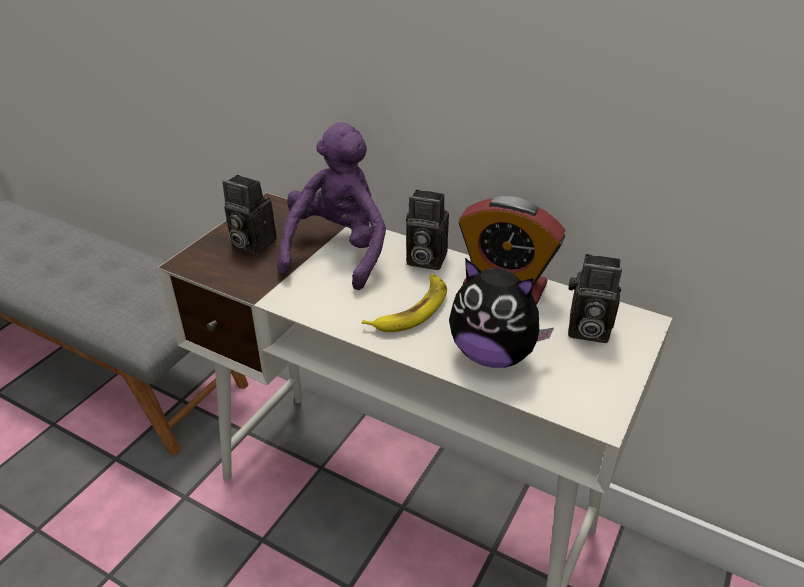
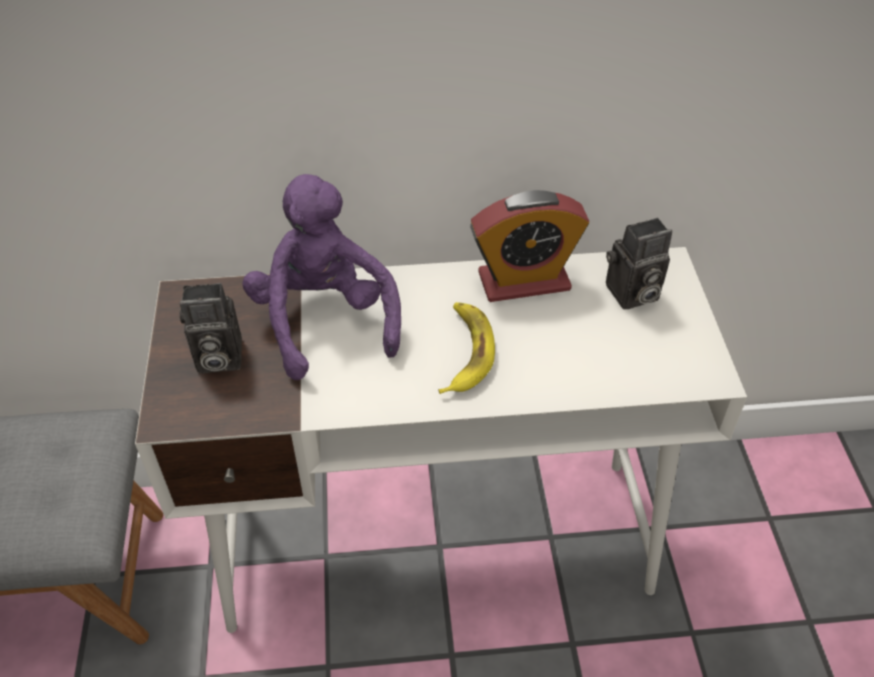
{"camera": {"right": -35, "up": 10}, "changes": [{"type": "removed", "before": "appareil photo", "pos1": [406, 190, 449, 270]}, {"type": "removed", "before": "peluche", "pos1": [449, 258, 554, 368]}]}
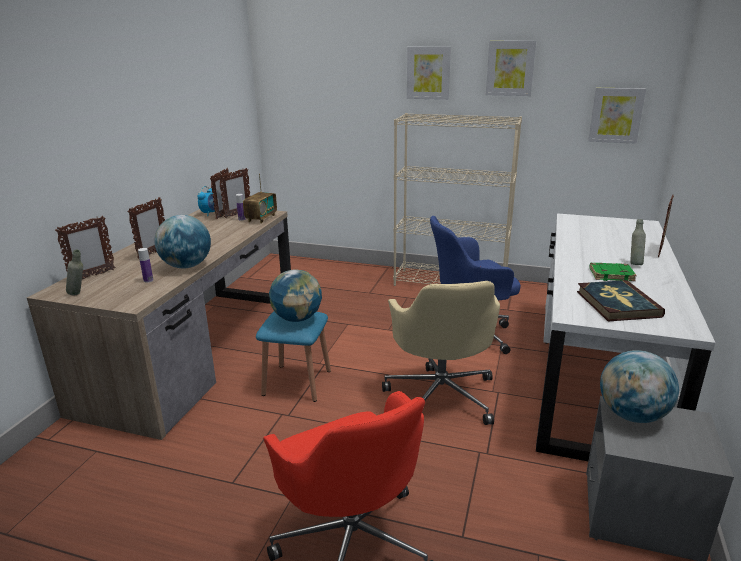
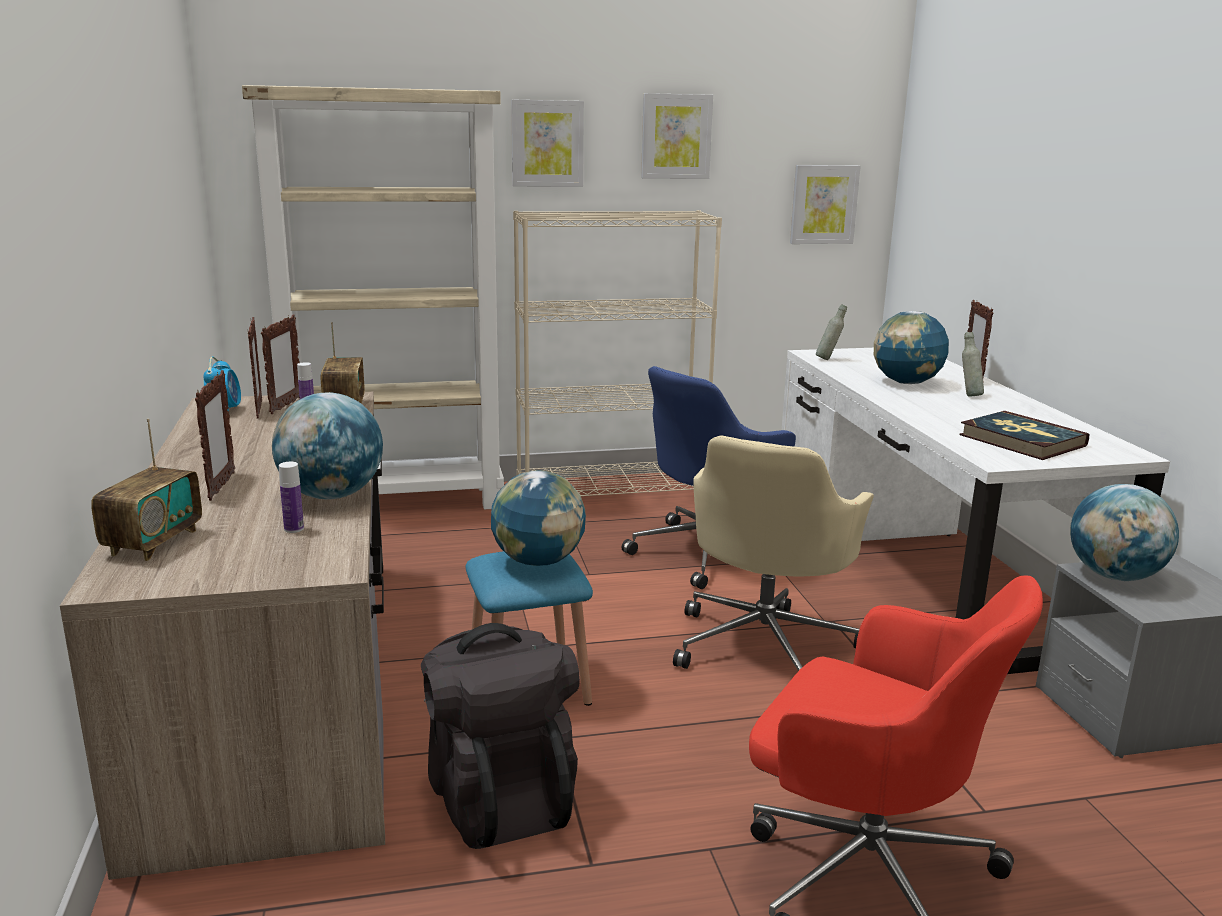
{"camera": {"right": -30, "up": -5}, "changes": [{"type": "replaced", "before": "cadre photo", "after": "radio", "pos1": [55, 216, 116, 279], "pos2": [91, 419, 202, 561]}, {"type": "moved", "before": "bouteille (gris)", "pos1": [66, 250, 83, 296], "pos2": [816, 304, 847, 360]}, {"type": "turned", "before": "chaise de bureau (beige)", "pos1": [382, 281, 500, 425], "pos2": [673, 436, 874, 671], "turn": 60}, {"type": "removed", "before": "livre (vert)", "pos1": [589, 263, 637, 281]}, {"type": "added", "after": "bibliothèque (beige)", "pos2": [242, 85, 504, 509]}, {"type": "added", "after": "sac à dos (noir)", "pos2": [421, 623, 580, 849]}, {"type": "added", "after": "globe", "pos2": [874, 311, 949, 384]}]}
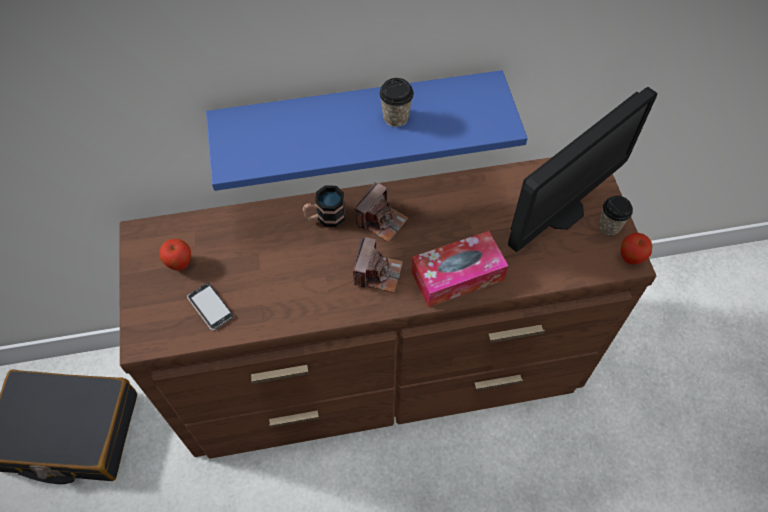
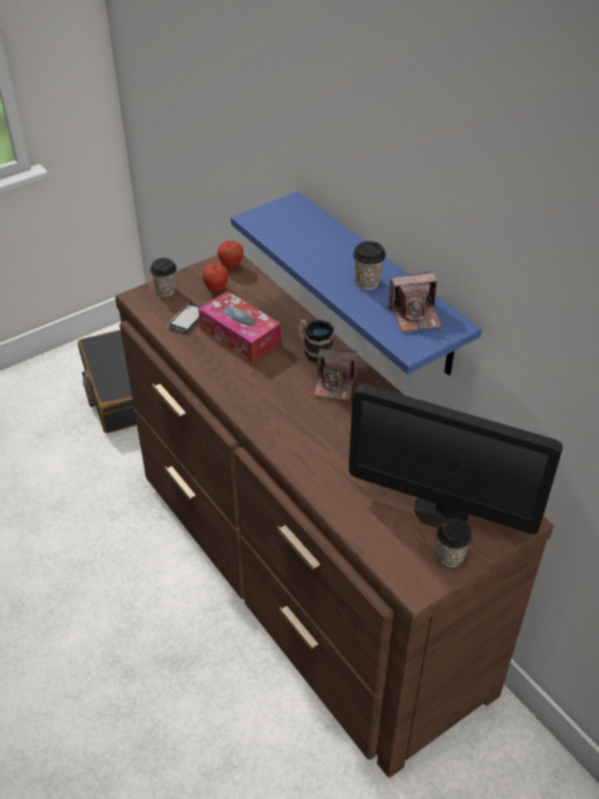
{"camera": {"right": 65, "up": -15}, "changes": [{"type": "moved", "before": "appareil photo", "pos1": [353, 237, 403, 293], "pos2": [388, 271, 442, 332]}, {"type": "moved", "before": "boîte à mouchoirs", "pos1": [411, 231, 508, 307], "pos2": [198, 291, 281, 363]}, {"type": "moved", "before": "pomme", "pos1": [620, 233, 652, 265], "pos2": [217, 241, 244, 269]}, {"type": "added", "after": "tasse", "pos2": [150, 258, 176, 297]}]}
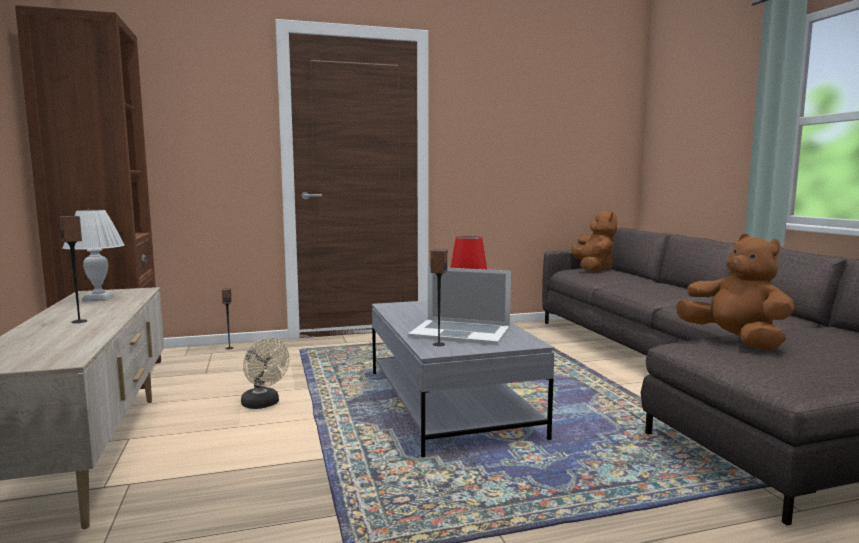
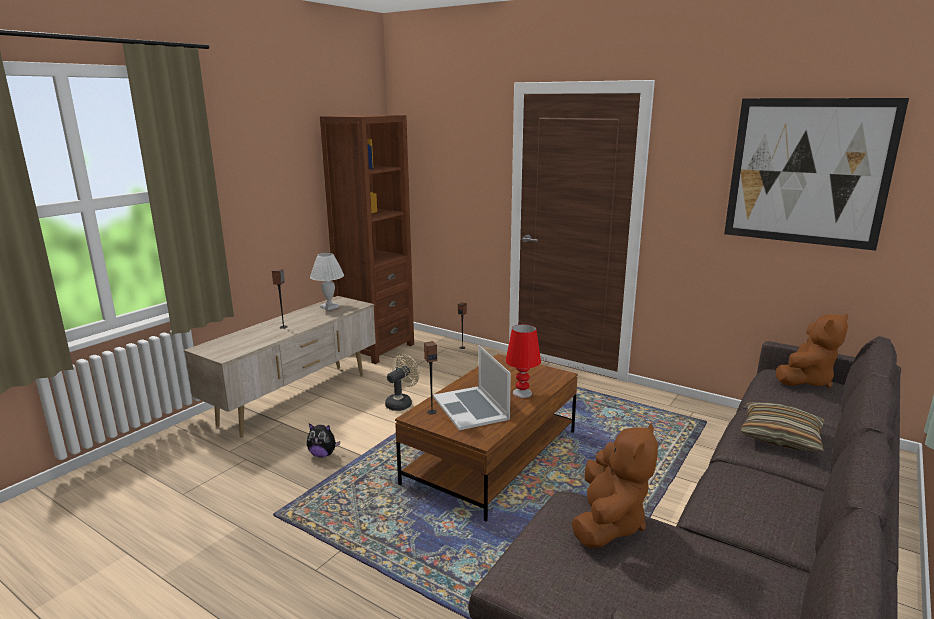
{"camera": {"right": 50, "up": 10}, "changes": [{"type": "turned", "before": "ventilateur (beige)", "pos1": [241, 338, 289, 409], "pos2": [385, 354, 420, 411], "turn": -150}, {"type": "recoloured", "before": "table basse (gris)", "after": "table basse (marron)", "pos1": [372, 300, 554, 457], "pos2": [395, 354, 578, 522]}, {"type": "added", "after": "peluche", "pos2": [307, 424, 340, 458]}, {"type": "added", "after": "tableau", "pos2": [724, 98, 909, 251]}, {"type": "added", "after": "coussin", "pos2": [741, 402, 825, 452]}]}
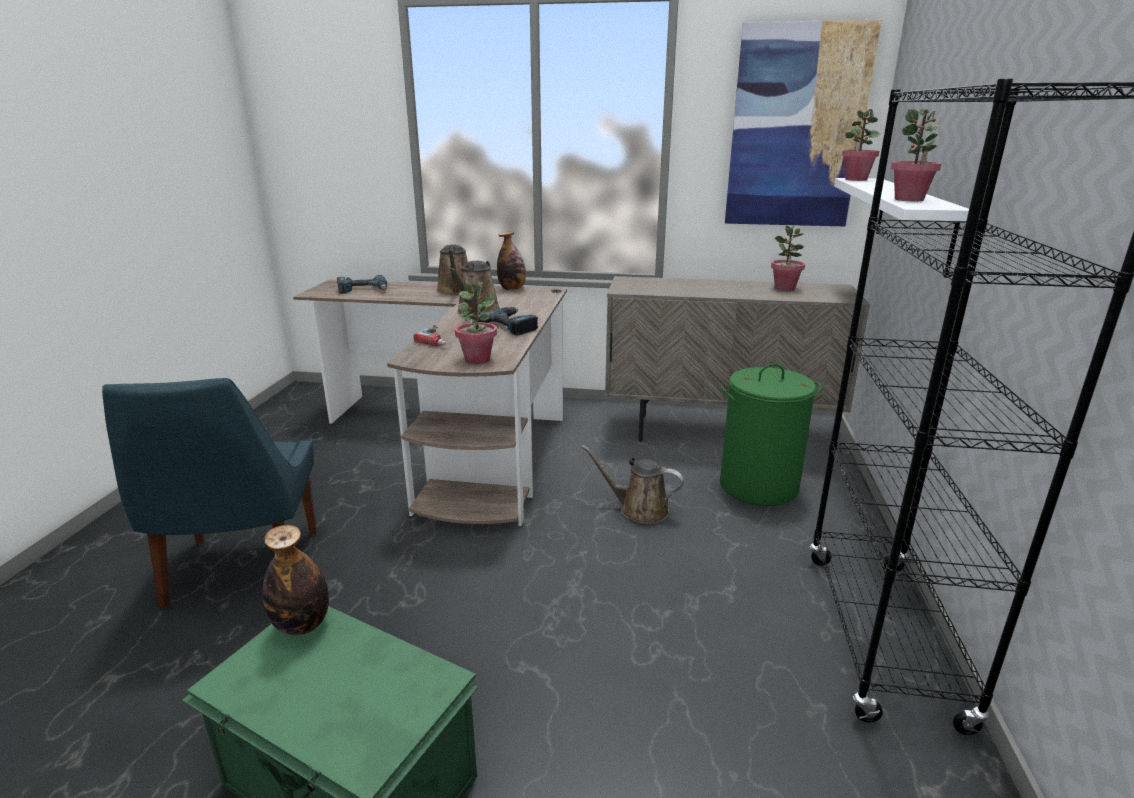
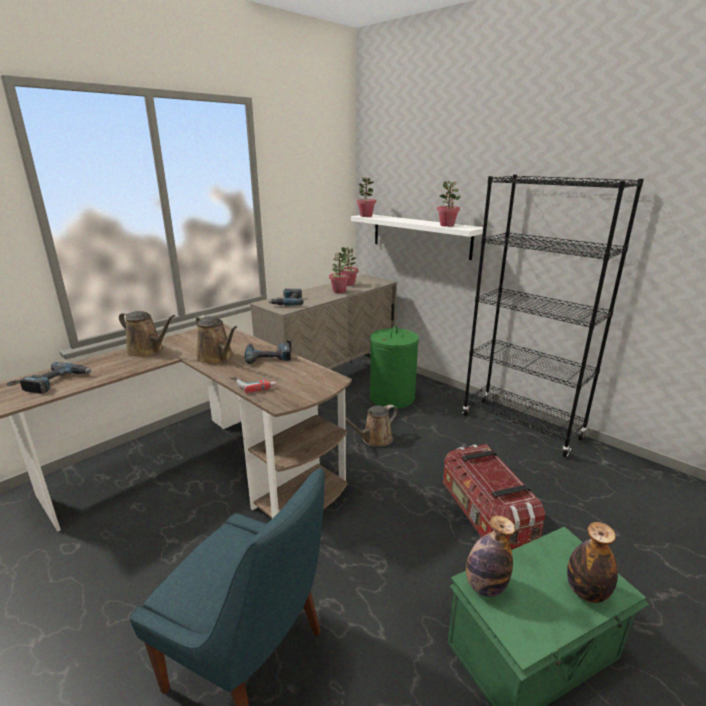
{"camera": {"right": -55, "up": 0}, "changes": [{"type": "moved", "before": "plante en pot", "pos1": [455, 282, 497, 364], "pos2": [329, 252, 350, 293]}, {"type": "moved", "before": "bouteille", "pos1": [497, 231, 526, 290], "pos2": [567, 522, 618, 603]}, {"type": "removed", "before": "tableau", "pos1": [725, 20, 882, 227]}, {"type": "added", "after": "perceuse", "pos2": [268, 289, 304, 305]}, {"type": "added", "after": "boîte de rangement", "pos2": [443, 444, 545, 550]}]}
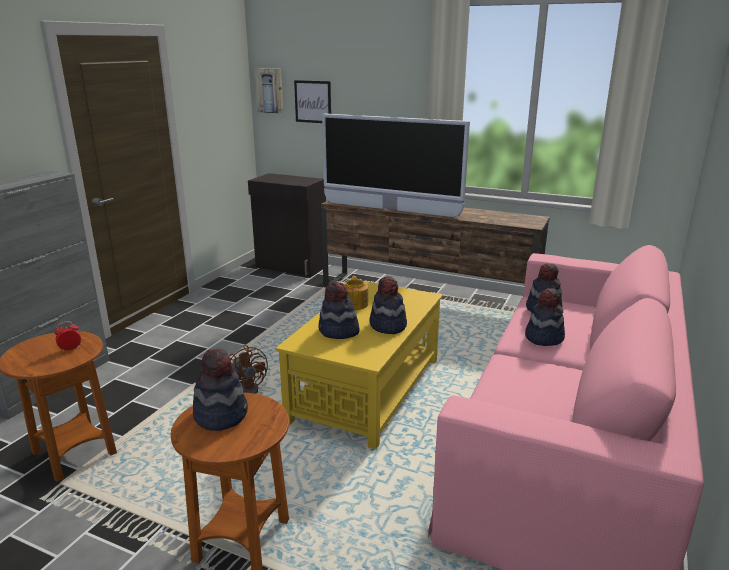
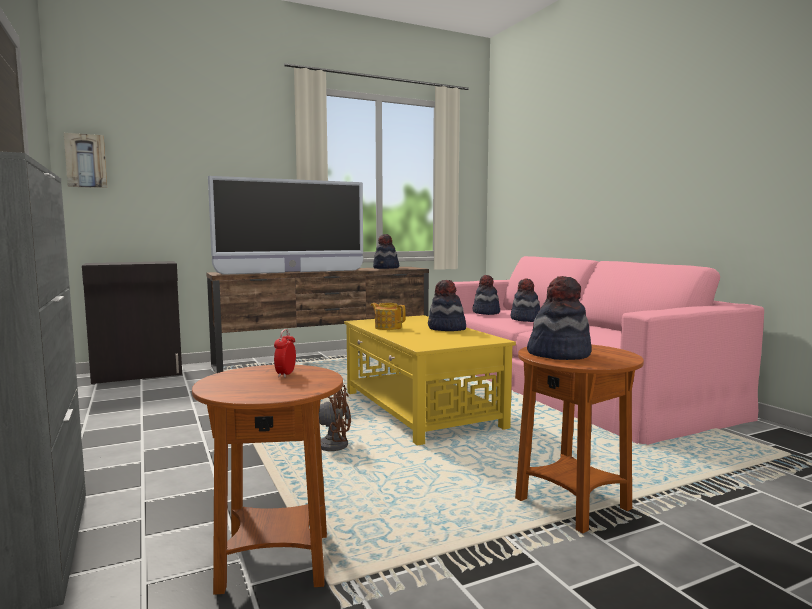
{"camera": {"right": -50, "up": -15}, "changes": [{"type": "removed", "before": "tableau", "pos1": [294, 80, 331, 123]}, {"type": "moved", "before": "chapeau", "pos1": [318, 282, 360, 339], "pos2": [373, 234, 399, 269]}]}
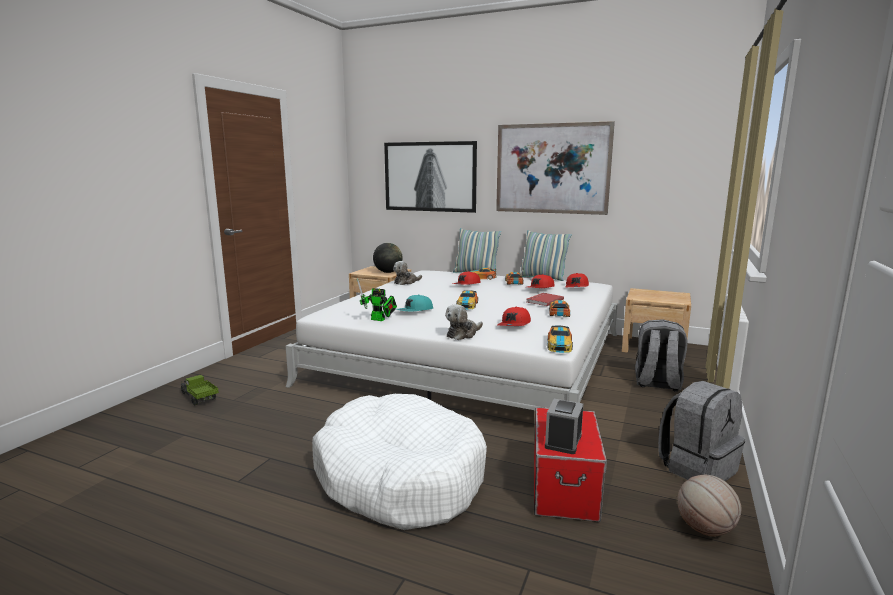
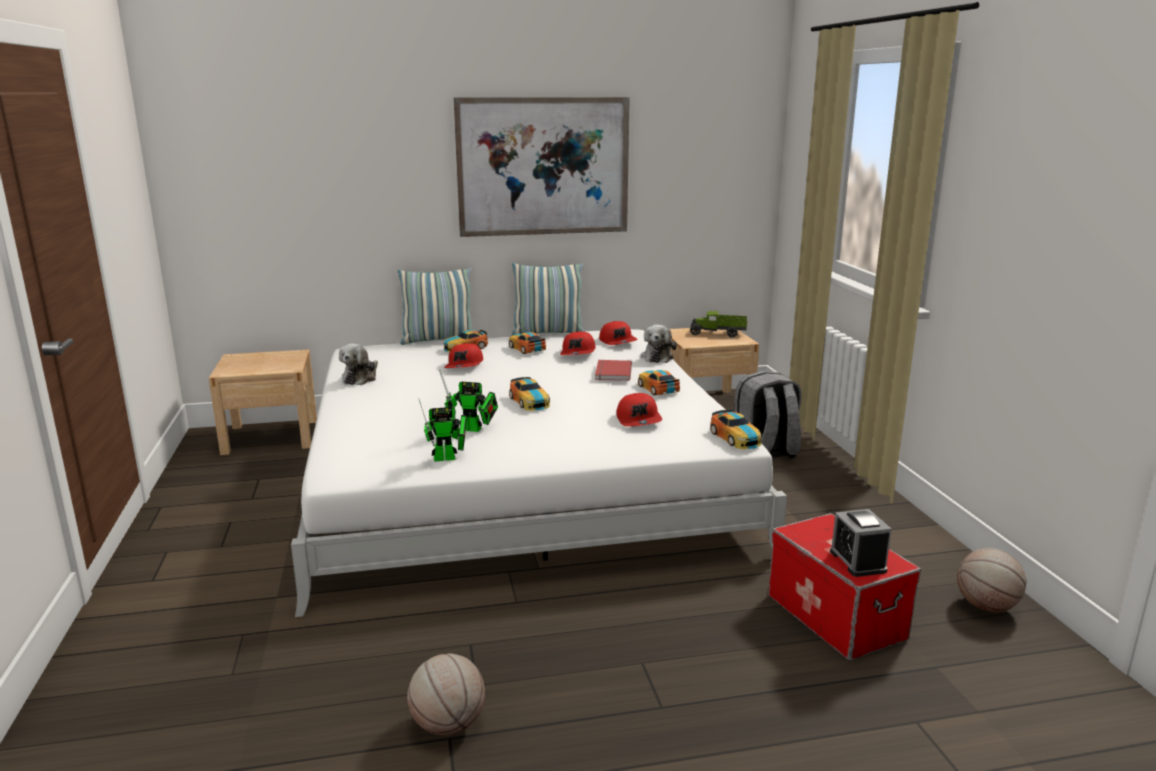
{"camera": {"right": -35, "up": 5}, "changes": [{"type": "moved", "before": "camion jouet", "pos1": [180, 375, 219, 406], "pos2": [689, 311, 747, 338]}, {"type": "removed", "before": "panier pour chien (blanc)", "pos1": [312, 394, 487, 530]}, {"type": "removed", "before": "globe", "pos1": [373, 243, 403, 273]}, {"type": "removed", "before": "tableau", "pos1": [384, 141, 477, 213]}, {"type": "replaced", "before": "casquette (turquoise)", "after": "robot jouet", "pos1": [396, 295, 433, 311], "pos2": [440, 370, 498, 432]}, {"type": "moved", "before": "peluche", "pos1": [445, 304, 483, 340], "pos2": [640, 325, 677, 363]}, {"type": "removed", "before": "sac à dos (gris)", "pos1": [658, 381, 745, 481]}, {"type": "added", "after": "ballon de basket", "pos2": [407, 654, 485, 736]}]}
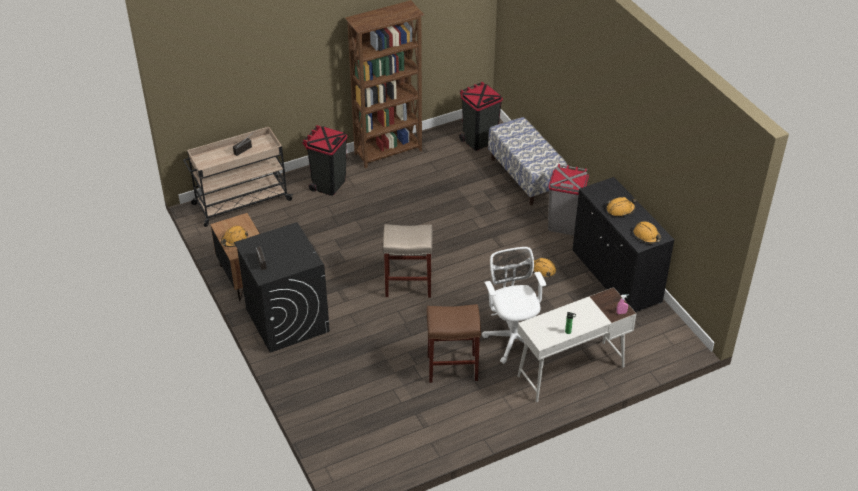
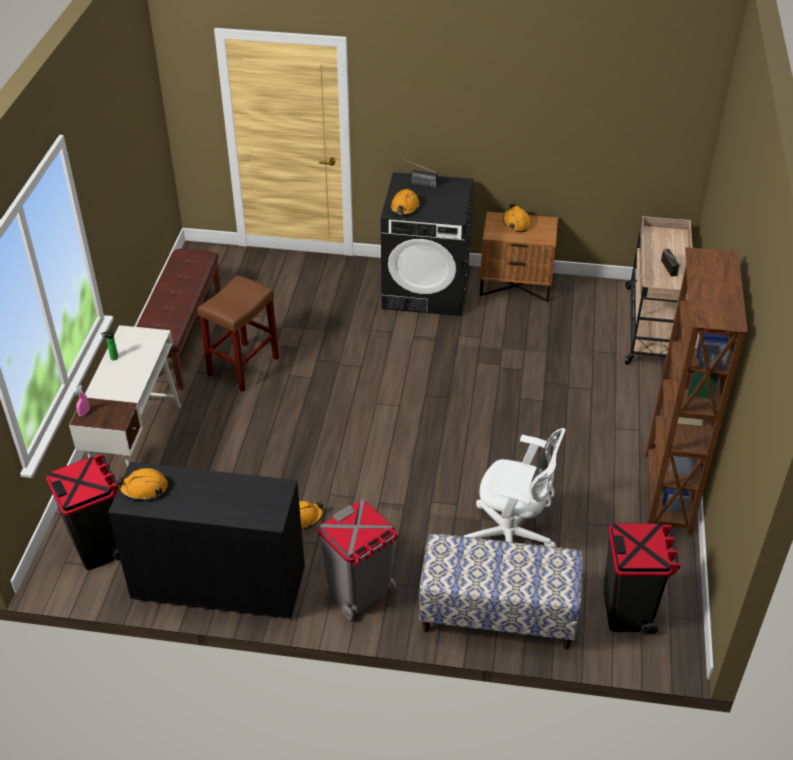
{"camera": {"right": 125, "up": 0}, "changes": [{"type": "moved", "before": "poubelle (noir)", "pos1": [302, 125, 347, 196], "pos2": [46, 454, 120, 570]}, {"type": "removed", "before": "tabouret (beige)", "pos1": [383, 224, 432, 297]}, {"type": "moved", "before": "chaise de bureau (blanc)", "pos1": [482, 247, 546, 364], "pos2": [463, 428, 566, 547]}, {"type": "moved", "before": "casque de chantier (orange)", "pos1": [607, 197, 636, 216], "pos2": [390, 189, 420, 215]}, {"type": "added", "after": "banc (marron)", "pos2": [136, 249, 222, 390]}]}
